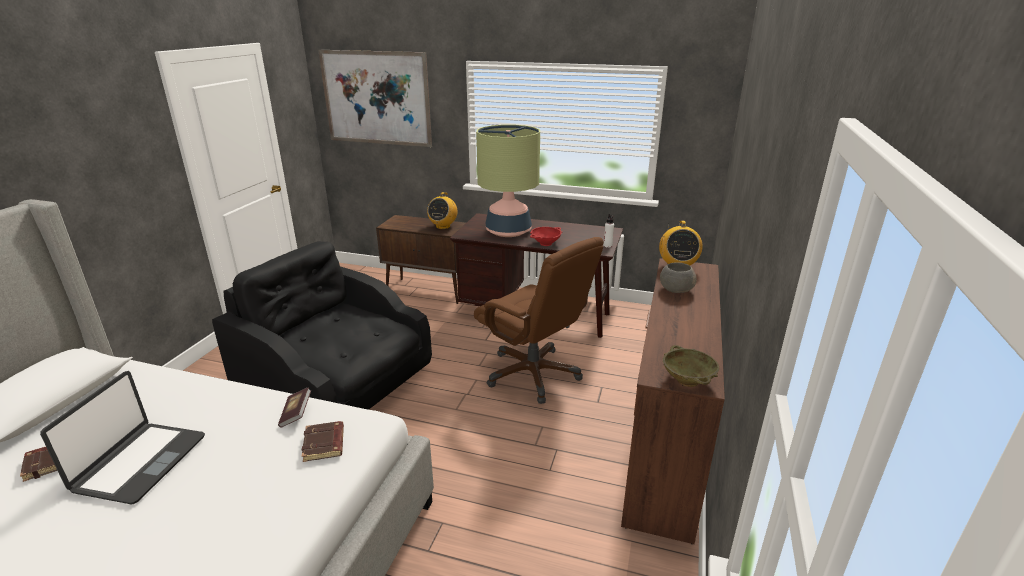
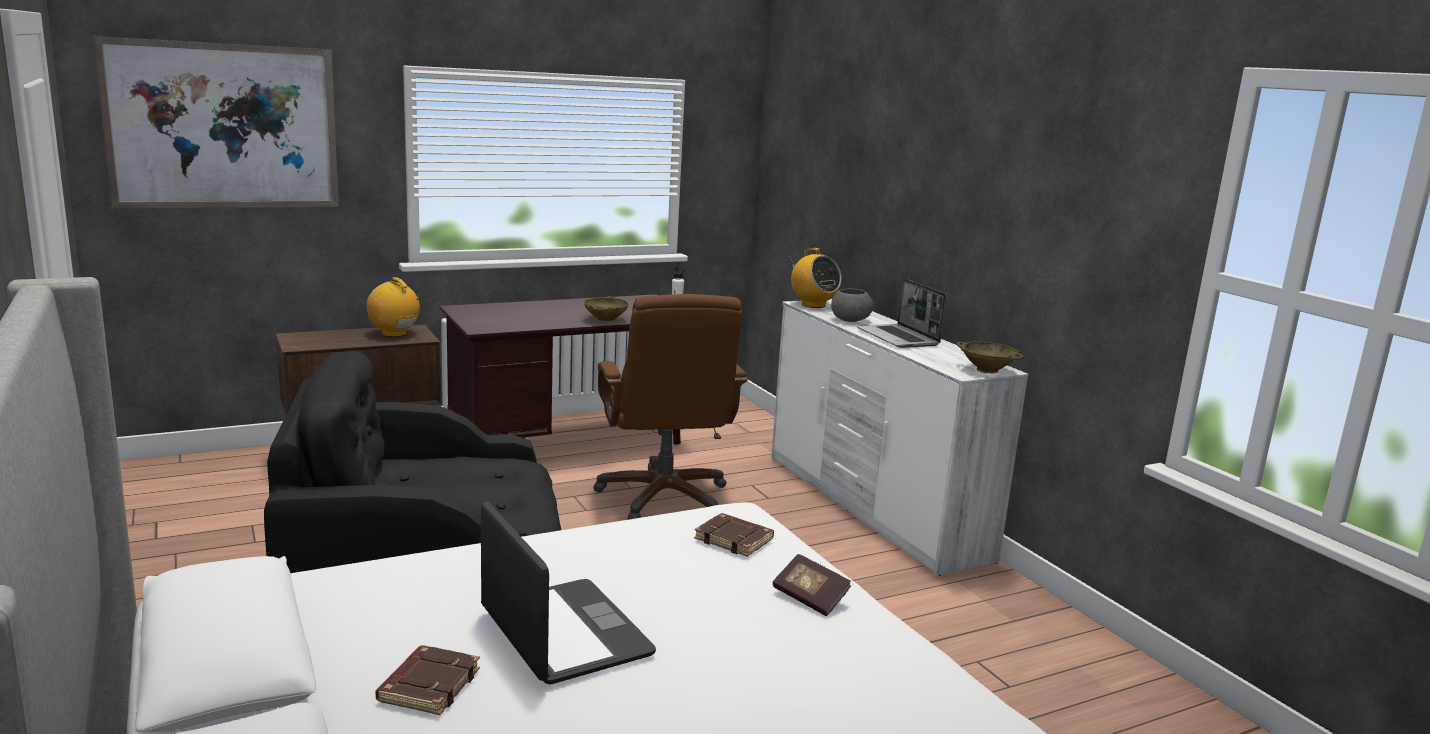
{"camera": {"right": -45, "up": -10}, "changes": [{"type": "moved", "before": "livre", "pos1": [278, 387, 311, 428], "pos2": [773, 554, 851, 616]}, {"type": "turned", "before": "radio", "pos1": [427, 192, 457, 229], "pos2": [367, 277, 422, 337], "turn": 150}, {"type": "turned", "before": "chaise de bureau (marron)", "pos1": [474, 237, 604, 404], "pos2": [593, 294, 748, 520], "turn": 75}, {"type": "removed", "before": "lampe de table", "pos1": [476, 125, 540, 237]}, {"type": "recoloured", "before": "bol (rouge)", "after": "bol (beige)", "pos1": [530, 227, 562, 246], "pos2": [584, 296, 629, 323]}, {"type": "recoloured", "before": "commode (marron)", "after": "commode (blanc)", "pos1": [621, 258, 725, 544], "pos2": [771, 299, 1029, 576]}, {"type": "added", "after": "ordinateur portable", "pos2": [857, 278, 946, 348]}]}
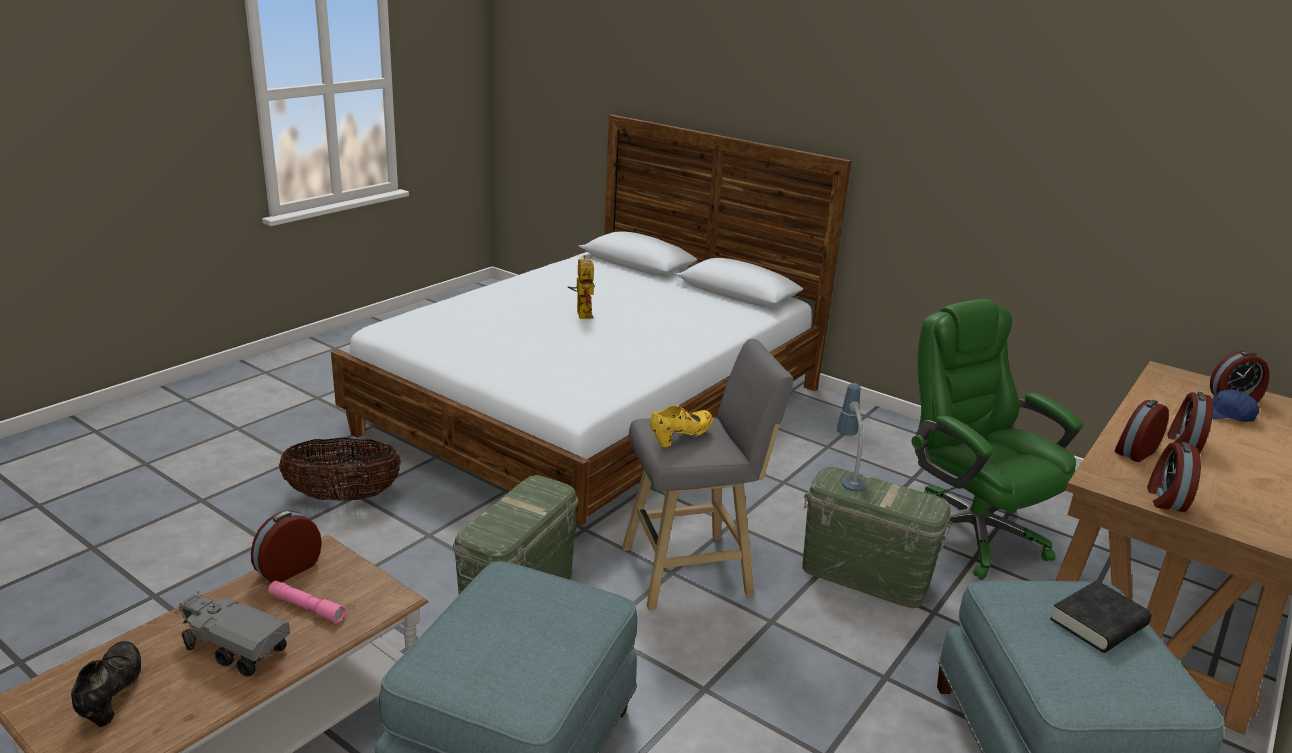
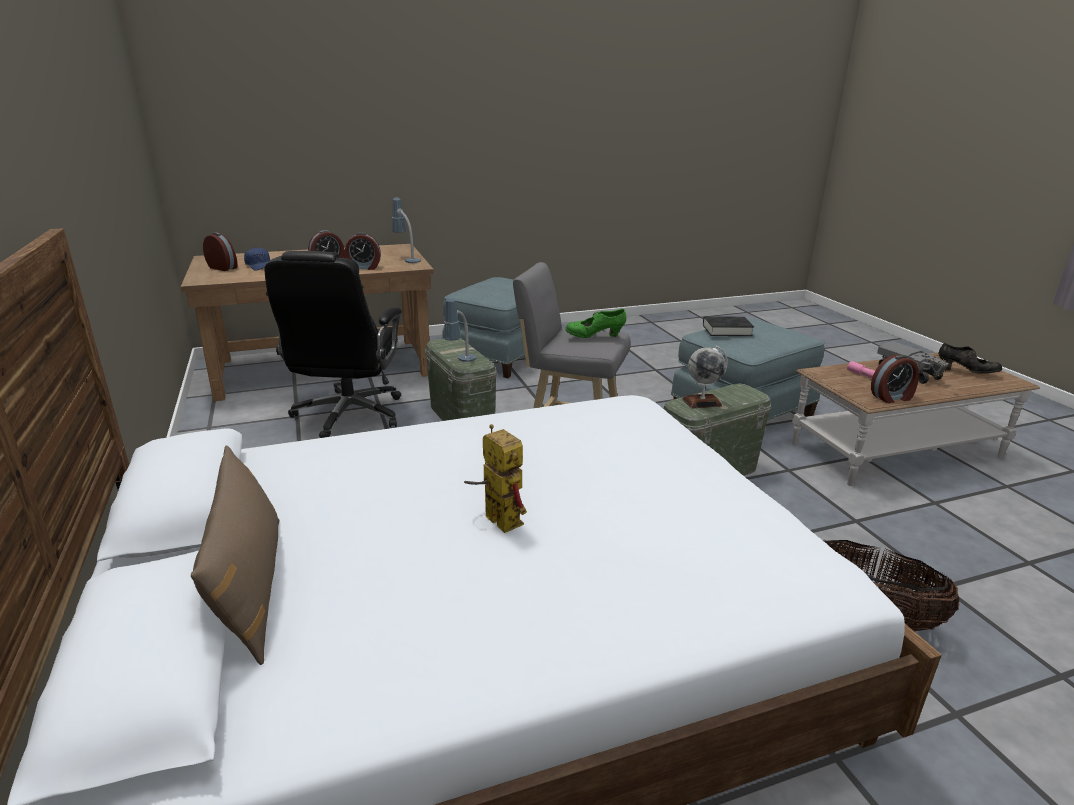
{"camera": {"right": -145, "up": 0}, "changes": [{"type": "turned", "before": "chaussure (noir)", "pos1": [71, 641, 141, 727], "pos2": [939, 342, 1002, 374], "turn": -90}, {"type": "turned", "before": "robot jouet", "pos1": [568, 255, 595, 319], "pos2": [464, 424, 527, 533], "turn": 120}, {"type": "recoloured", "before": "chaussure (jaune)", "after": "chaussure (vert)", "pos1": [650, 405, 713, 447], "pos2": [565, 309, 626, 338]}, {"type": "recoloured", "before": "chaise de bureau (vert)", "after": "chaise de bureau (noir)", "pos1": [912, 299, 1083, 580], "pos2": [264, 251, 402, 438]}, {"type": "moved", "before": "livre (noir)", "pos1": [1050, 580, 1152, 653], "pos2": [703, 316, 754, 336]}, {"type": "replaced", "before": "réveil", "after": "lampe de table", "pos1": [1147, 442, 1201, 512], "pos2": [392, 197, 421, 263]}, {"type": "added", "after": "coussin (marron)", "pos2": [191, 445, 279, 665]}, {"type": "added", "after": "globe", "pos2": [683, 346, 728, 409]}]}
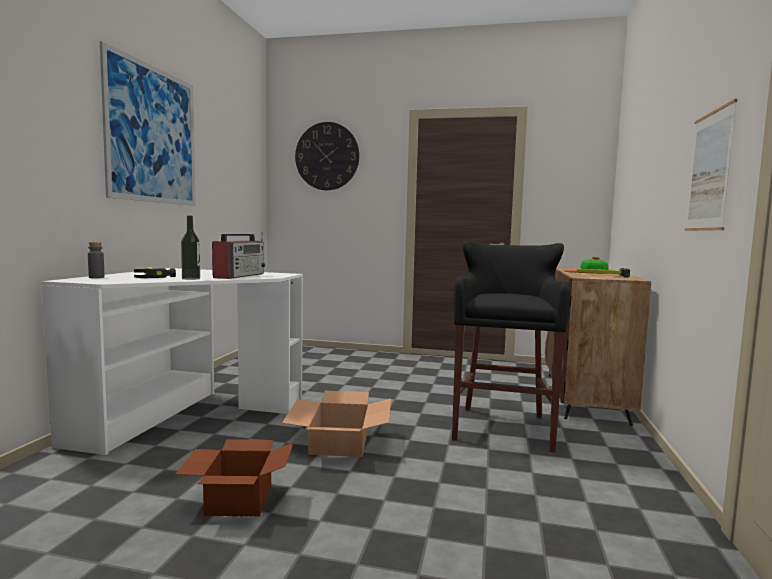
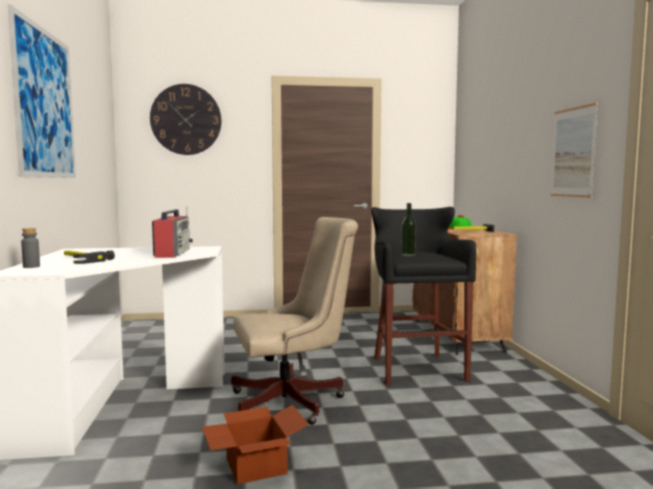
{"camera": {"right": -20, "up": 0}, "changes": [{"type": "moved", "before": "bouteille", "pos1": [181, 216, 200, 280], "pos2": [401, 203, 416, 256]}, {"type": "replaced", "before": "carton", "after": "chaise de bureau (beige)", "pos1": [282, 391, 391, 457], "pos2": [231, 217, 358, 425]}]}
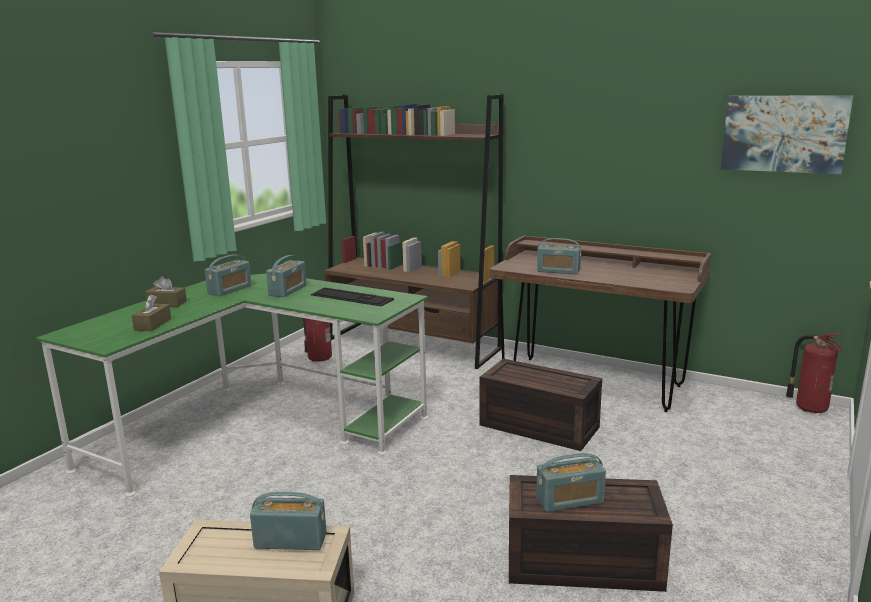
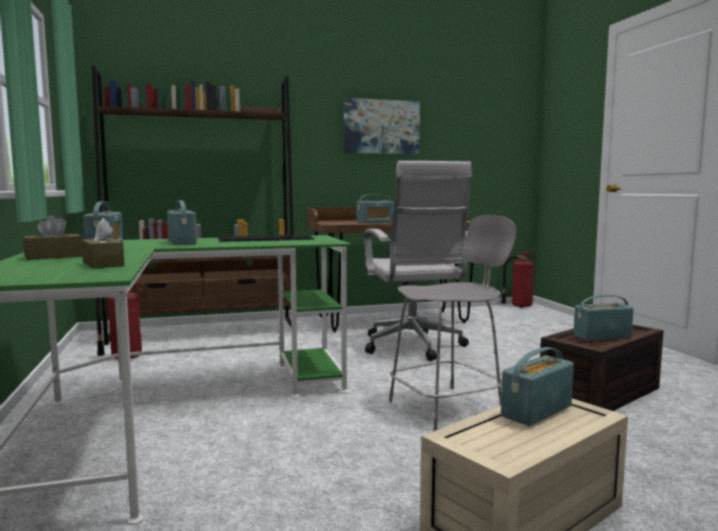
{"camera": {"right": -45, "up": -10}, "changes": [{"type": "replaced", "before": "boîte de rangement (marron)", "after": "chaise de bureau (blanc)", "pos1": [480, 359, 602, 451], "pos2": [364, 161, 472, 361]}, {"type": "turned", "before": "radio", "pos1": [536, 453, 606, 512], "pos2": [573, 295, 634, 341], "turn": -135}, {"type": "moved", "before": "tableau", "pos1": [721, 95, 853, 174], "pos2": [344, 98, 420, 154]}, {"type": "added", "after": "tabouret (gris)", "pos2": [389, 215, 516, 431]}]}
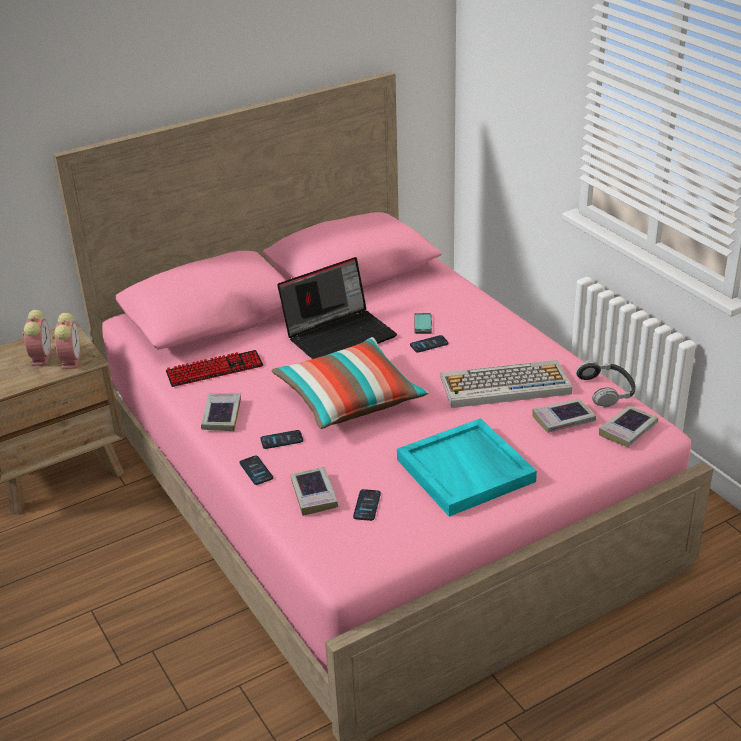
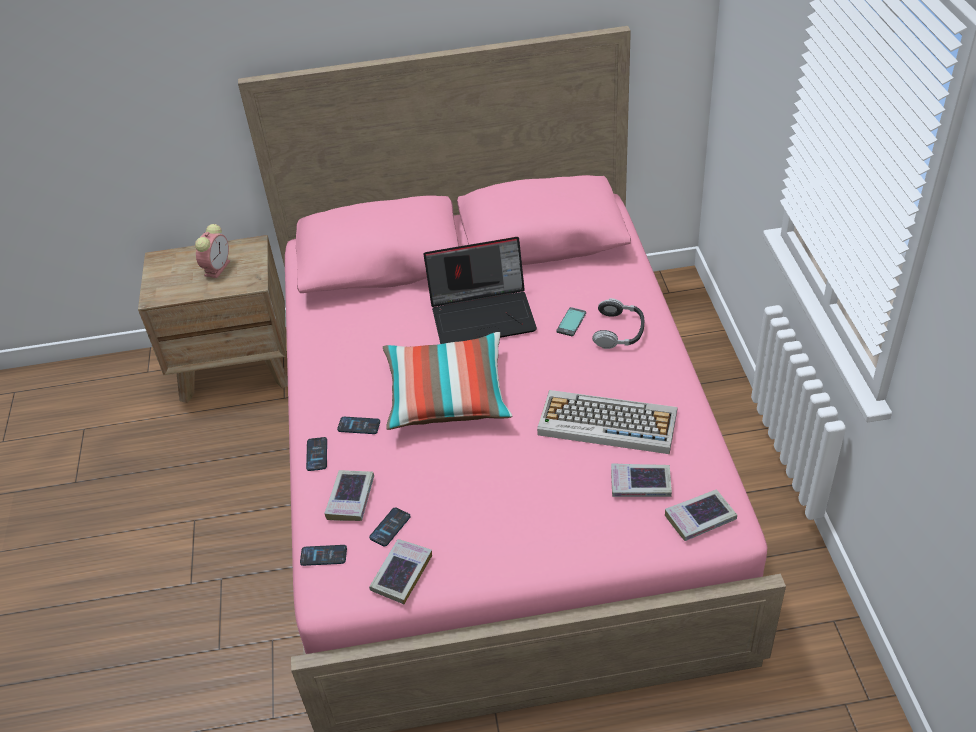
{"camera": {"right": 25, "up": 10}, "changes": [{"type": "removed", "before": "réveil", "pos1": [52, 313, 81, 369]}, {"type": "removed", "before": "clavier", "pos1": [166, 350, 263, 387]}, {"type": "moved", "before": "livre", "pos1": [201, 393, 241, 431], "pos2": [369, 539, 432, 604]}, {"type": "removed", "before": "plateau (turquoise)", "pos1": [397, 418, 537, 516]}, {"type": "moved", "before": "téléphone", "pos1": [410, 335, 449, 353], "pos2": [300, 545, 347, 566]}, {"type": "moved", "before": "casque audio", "pos1": [576, 360, 636, 408], "pos2": [592, 298, 644, 349]}]}
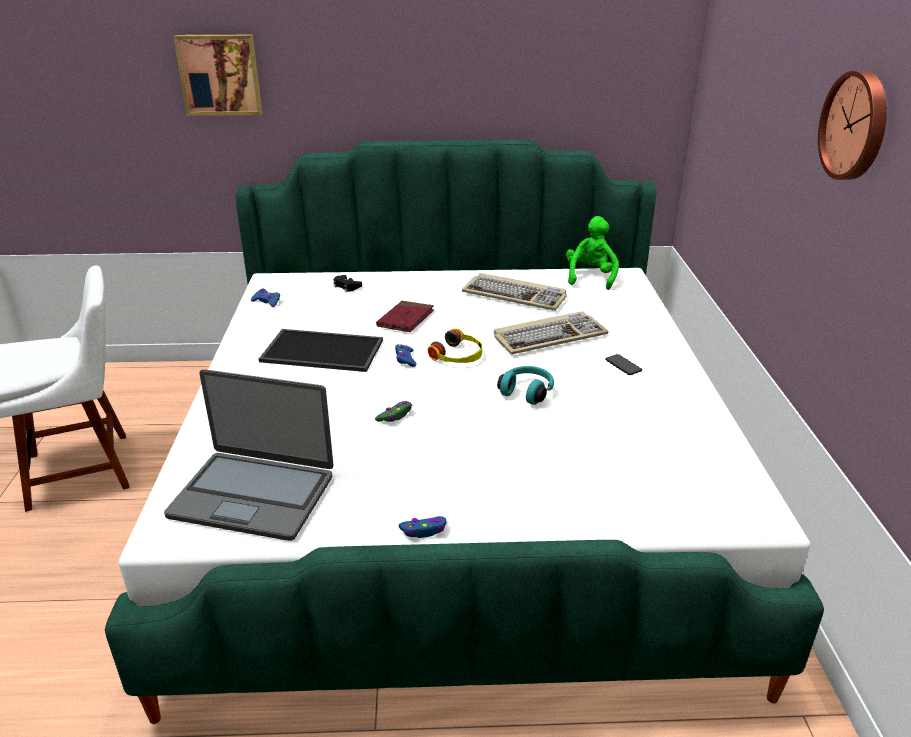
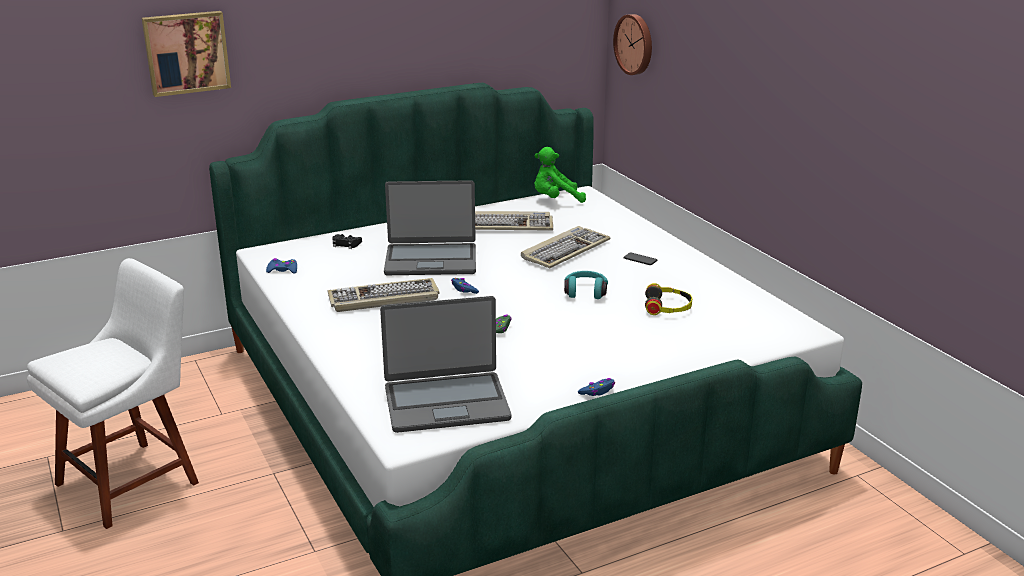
{"camera": {"right": -25, "up": -5}, "changes": [{"type": "replaced", "before": "plateau", "after": "clavier", "pos1": [259, 329, 383, 372], "pos2": [327, 278, 440, 312]}, {"type": "replaced", "before": "livre (rouge)", "after": "ordinateur portable", "pos1": [376, 301, 434, 332], "pos2": [384, 180, 476, 275]}, {"type": "moved", "before": "casque audio", "pos1": [428, 328, 482, 363], "pos2": [645, 283, 693, 315]}, {"type": "turned", "before": "peluche (vert)", "pos1": [566, 216, 619, 290], "pos2": [534, 147, 586, 203], "turn": -90}, {"type": "moved", "before": "horloge murale", "pos1": [818, 71, 887, 180], "pos2": [613, 14, 652, 75]}]}
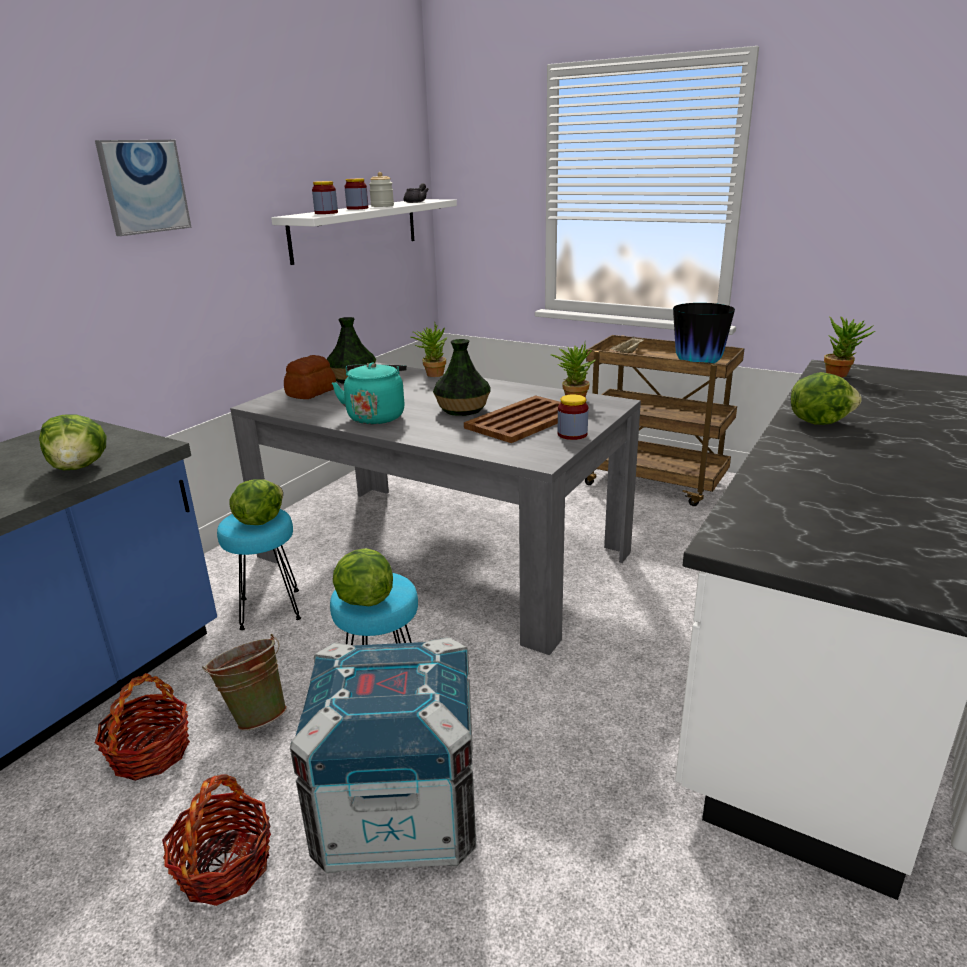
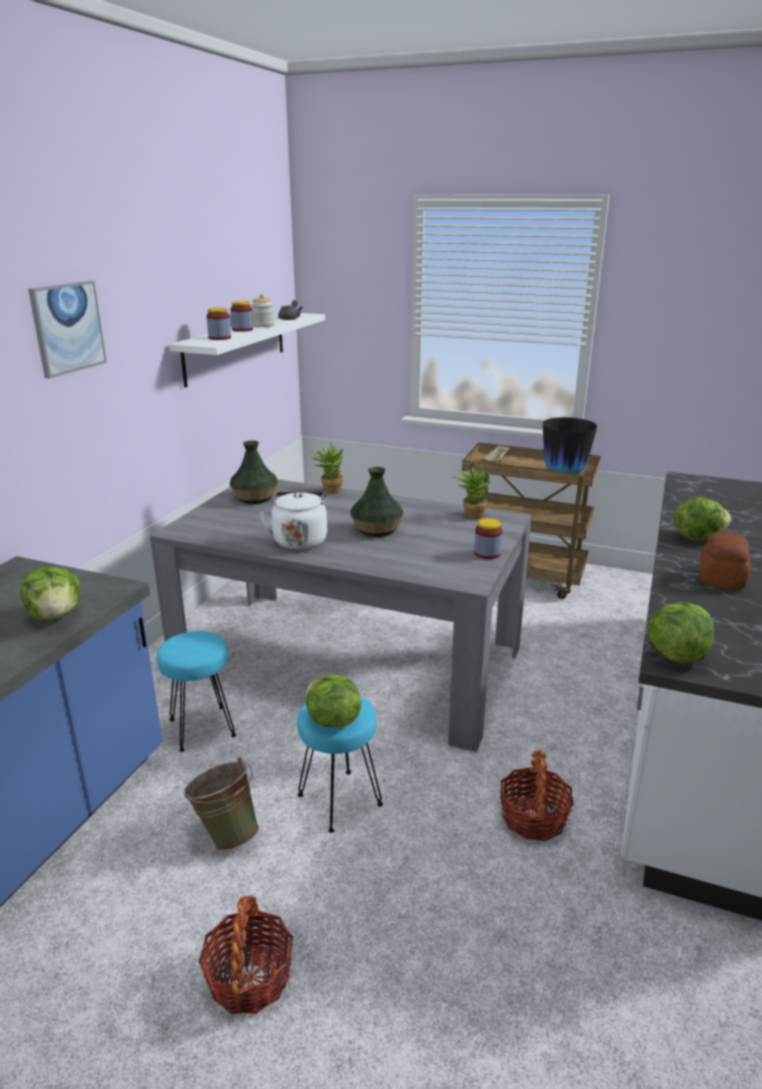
{"camera": {"right": -10, "up": 0}, "changes": [{"type": "moved", "before": "panier", "pos1": [95, 673, 190, 781], "pos2": [499, 750, 574, 841]}, {"type": "moved", "before": "laitue", "pos1": [229, 479, 283, 525], "pos2": [647, 602, 714, 664]}, {"type": "moved", "before": "pain", "pos1": [284, 355, 336, 399], "pos2": [699, 531, 751, 590]}, {"type": "removed", "before": "caisse", "pos1": [290, 637, 476, 874]}, {"type": "recoloured", "before": "bouilloire (turquoise)", "after": "bouilloire (blanc)", "pos1": [332, 362, 407, 424], "pos2": [259, 491, 327, 550]}, {"type": "removed", "before": "plateau (marron)", "pos1": [464, 395, 561, 443]}, {"type": "removed", "before": "plante en pot", "pos1": [824, 317, 875, 377]}]}
